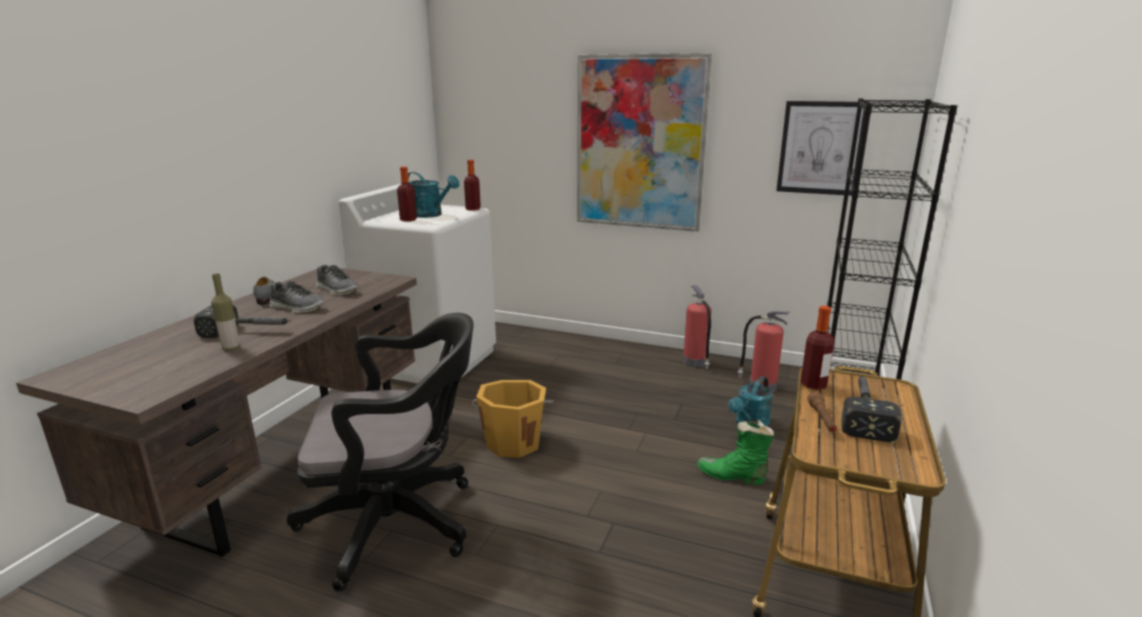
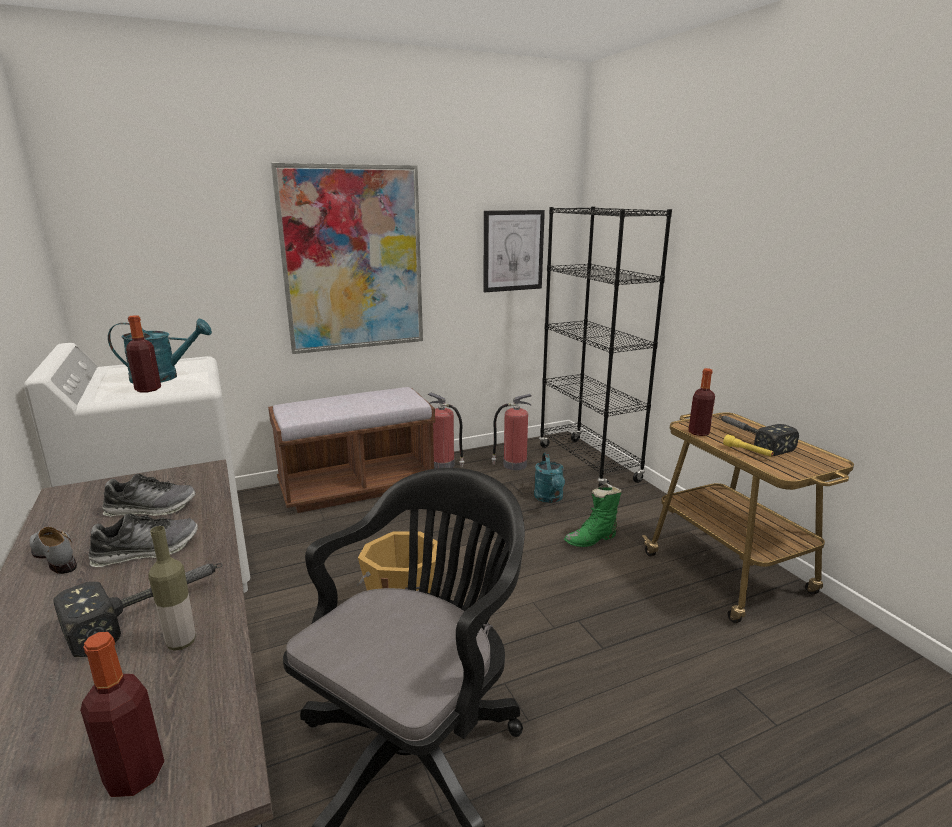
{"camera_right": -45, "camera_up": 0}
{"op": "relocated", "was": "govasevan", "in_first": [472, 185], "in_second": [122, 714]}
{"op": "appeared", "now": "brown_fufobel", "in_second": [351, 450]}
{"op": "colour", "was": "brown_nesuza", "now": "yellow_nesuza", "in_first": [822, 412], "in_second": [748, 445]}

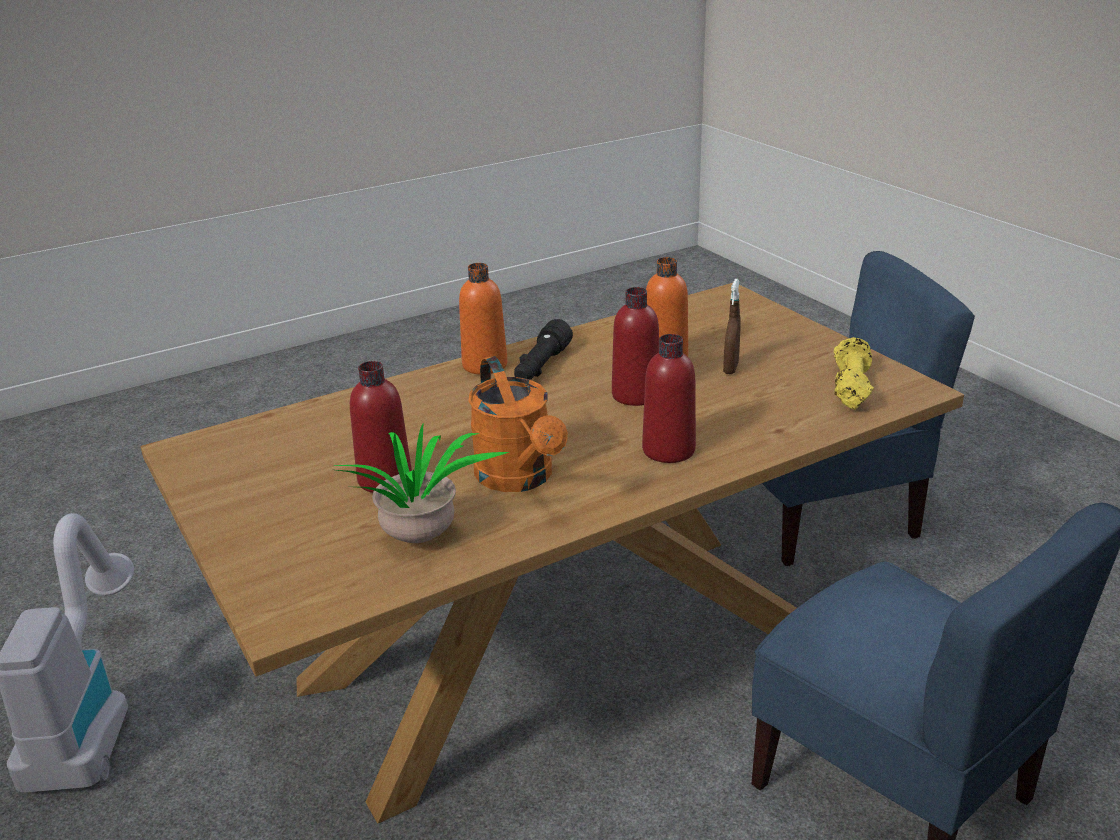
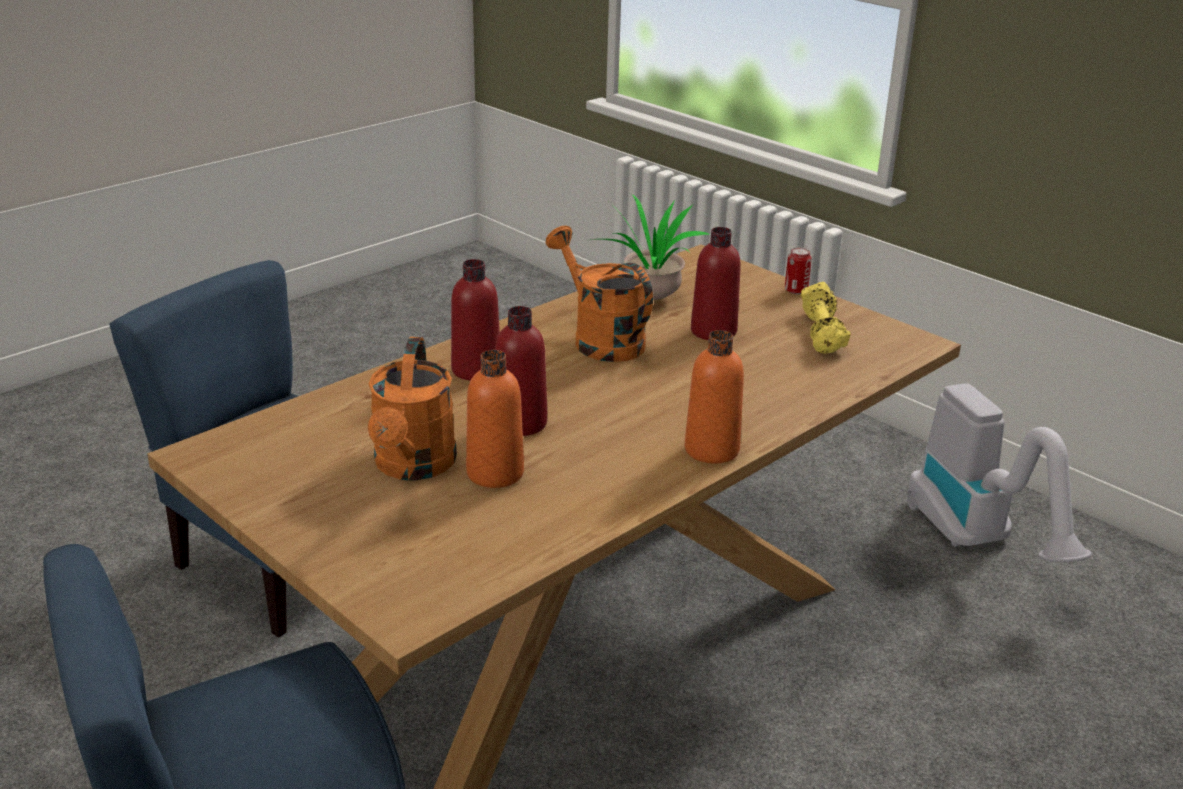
{"camera_right": 165, "camera_up": 0}
{"op": "exchanged", "was": "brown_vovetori", "now": "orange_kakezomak", "in_first": [732, 326], "in_second": [412, 408]}
{"op": "appeared", "now": "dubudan", "in_second": [798, 270]}
{"op": "relocated", "was": "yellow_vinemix", "in_first": [854, 373], "in_second": [826, 318]}
{"op": "missing", "was": "black_nesuza", "in_first": [543, 349]}

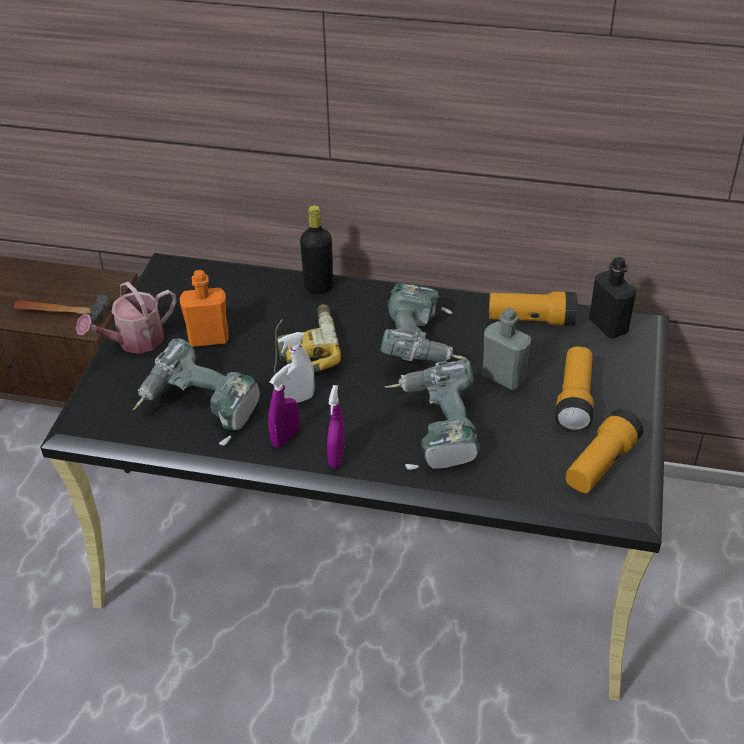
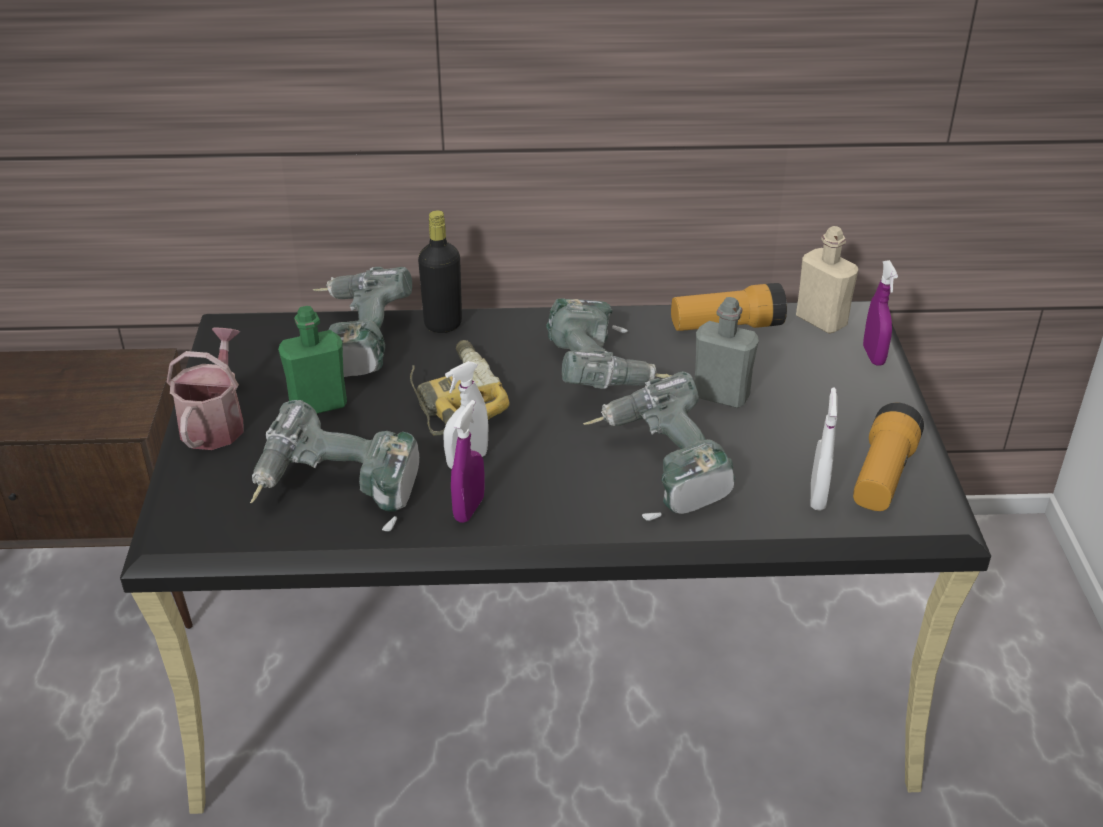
{"camera_right": -15, "camera_up": -5}
{"op": "spun", "was": "kakezomak", "in_first": [126, 318], "in_second": [205, 388], "clockwise": 150}
{"op": "colour", "was": "orange_govasevan", "now": "green_govasevan", "in_first": [204, 308], "in_second": [312, 360]}
{"op": "appeared", "now": "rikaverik", "in_second": [362, 322]}
{"op": "colour", "was": "black_govasevan", "now": "beige_govasevan", "in_first": [612, 297], "in_second": [827, 280]}
{"op": "appeared", "now": "white_vovetori", "in_second": [824, 449]}
{"op": "relocated", "was": "purple_vovetori", "in_first": [336, 426], "in_second": [880, 312]}
{"op": "missing", "was": "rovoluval", "in_first": [62, 309]}
{"op": "missing", "was": "nesuza", "in_first": [574, 389]}

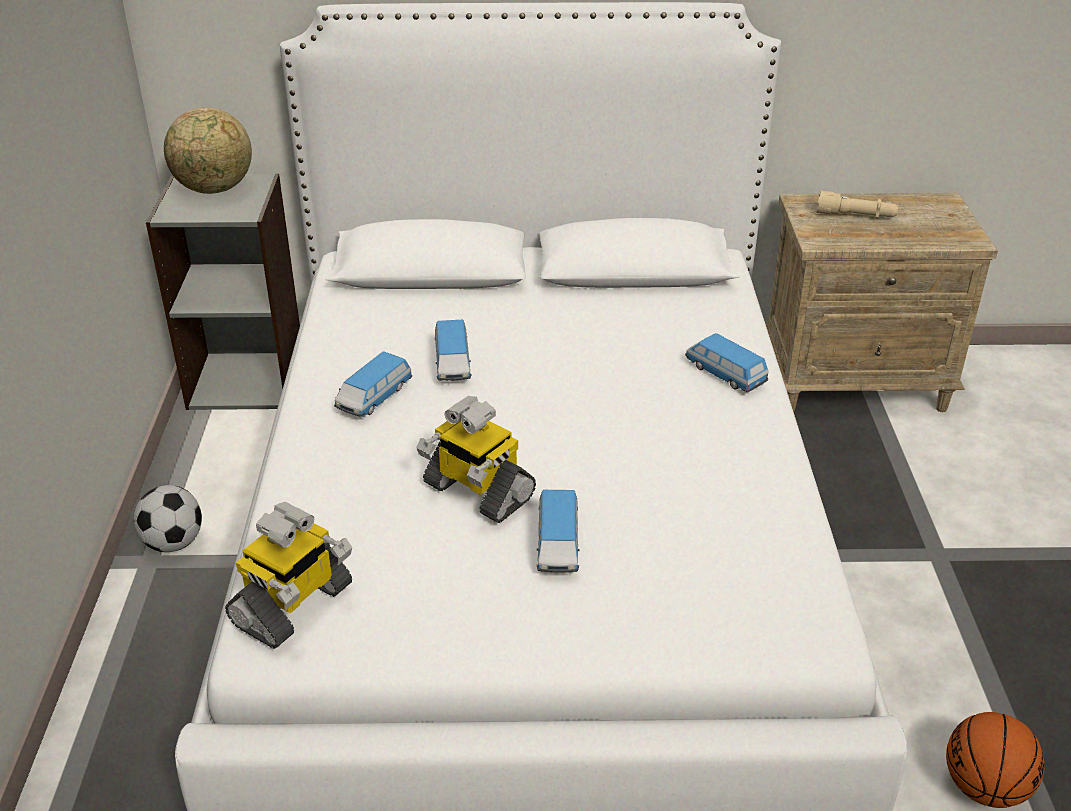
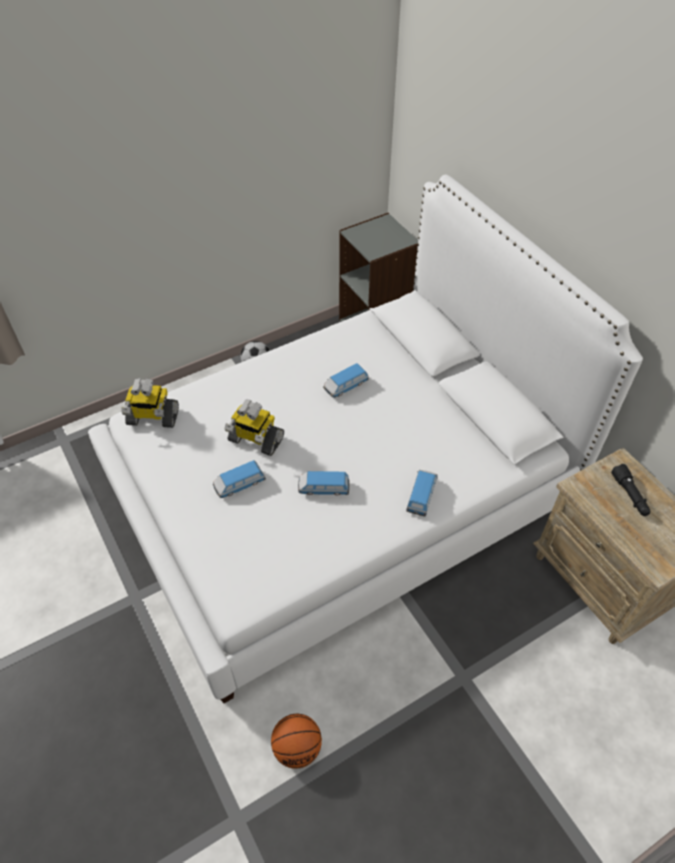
{"camera_right": 60, "camera_up": 15}
{"op": "spun", "was": "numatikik", "in_first": [476, 459], "in_second": [254, 428], "clockwise": -75}
{"op": "relocated", "was": "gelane", "in_first": [373, 384], "in_second": [323, 483]}
{"op": "colour", "was": "beige_nesuza", "now": "black_nesuza", "in_first": [857, 204], "in_second": [630, 490]}
{"op": "missing", "was": "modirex", "in_first": [208, 150]}

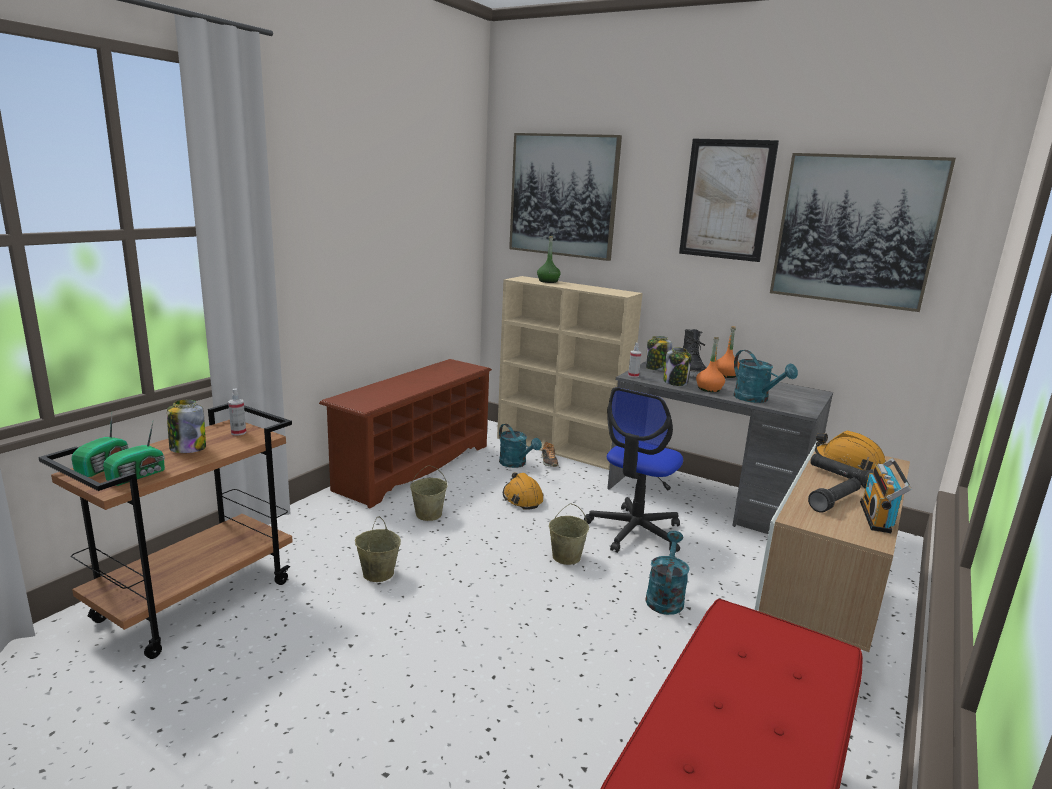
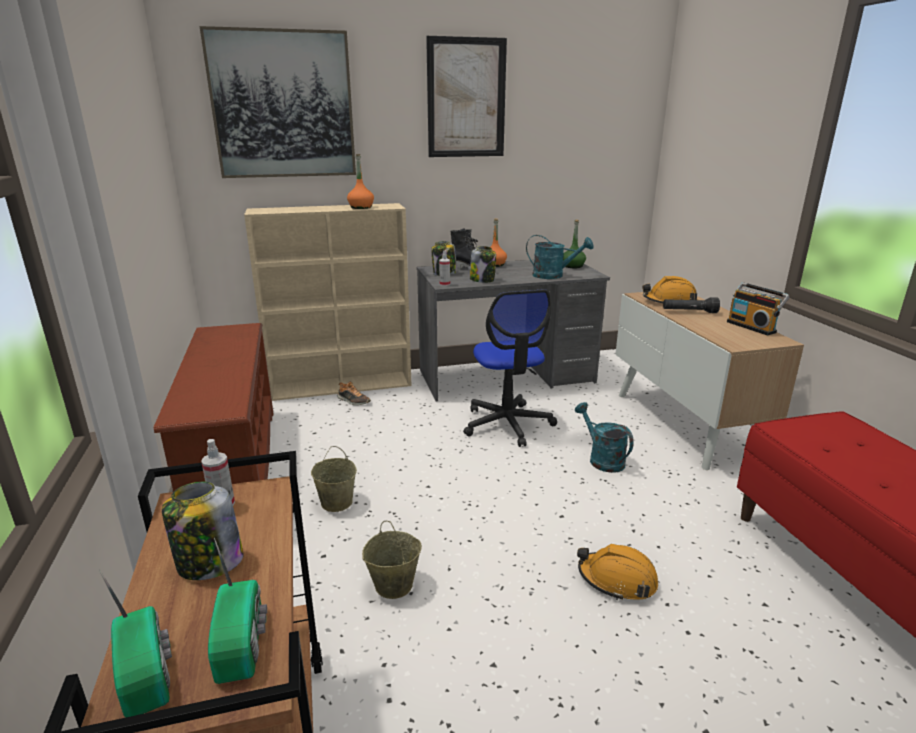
{"camera_right": -45, "camera_up": 5}
{"op": "relocated", "was": "orange_govasevan", "in_first": [710, 364], "in_second": [360, 181]}
{"op": "relocated", "was": "green_govasevan", "in_first": [549, 259], "in_second": [574, 244]}
{"op": "relocated", "was": "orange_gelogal", "in_first": [523, 491], "in_second": [617, 572]}
{"op": "missing", "was": "turquoise_kakezomak", "in_first": [520, 446]}
{"op": "missing", "was": "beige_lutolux", "in_first": [569, 534]}
{"op": "missing", "was": "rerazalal", "in_first": [863, 232]}
{"op": "missing", "was": "black_nesuza", "in_first": [834, 495]}

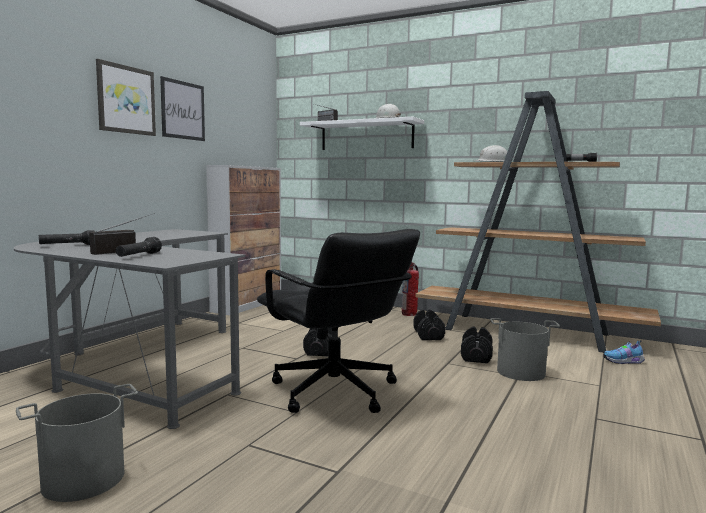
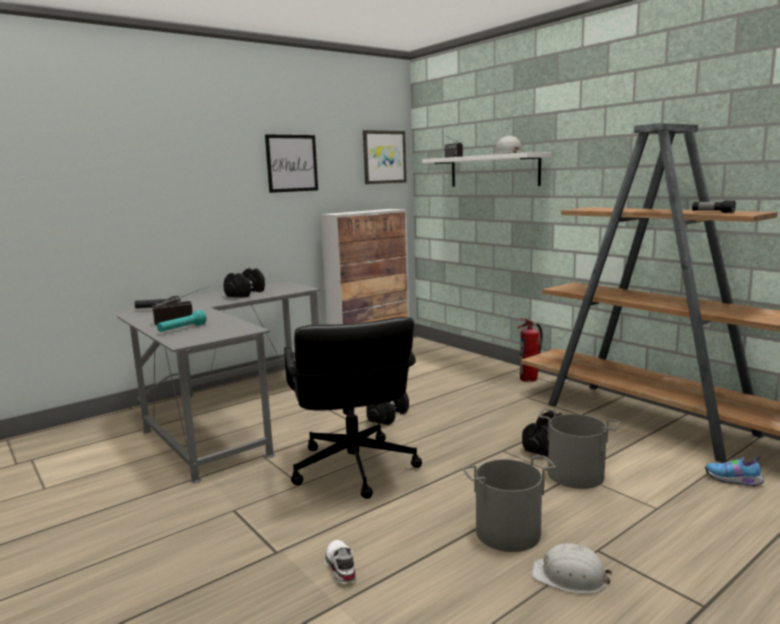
{"camera_right": 25, "camera_up": 5}
{"op": "colour", "was": "black_nesuza", "now": "turquoise_nesuza", "in_first": [139, 247], "in_second": [182, 321]}
{"op": "relocated", "was": "black_vinemix", "in_first": [429, 325], "in_second": [244, 283]}
{"op": "appeared", "now": "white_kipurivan", "in_second": [340, 561]}
{"op": "relocated", "was": "rerazalal", "in_first": [126, 97], "in_second": [384, 157]}
{"op": "relocated", "was": "grey_lutolux", "in_first": [77, 443], "in_second": [509, 503]}
{"op": "relocated", "was": "white_gelogal", "in_first": [491, 153], "in_second": [572, 568]}

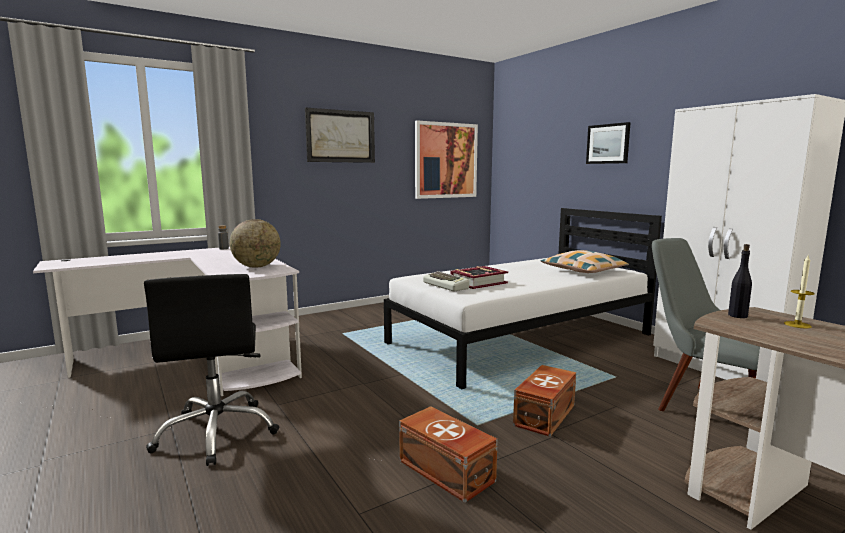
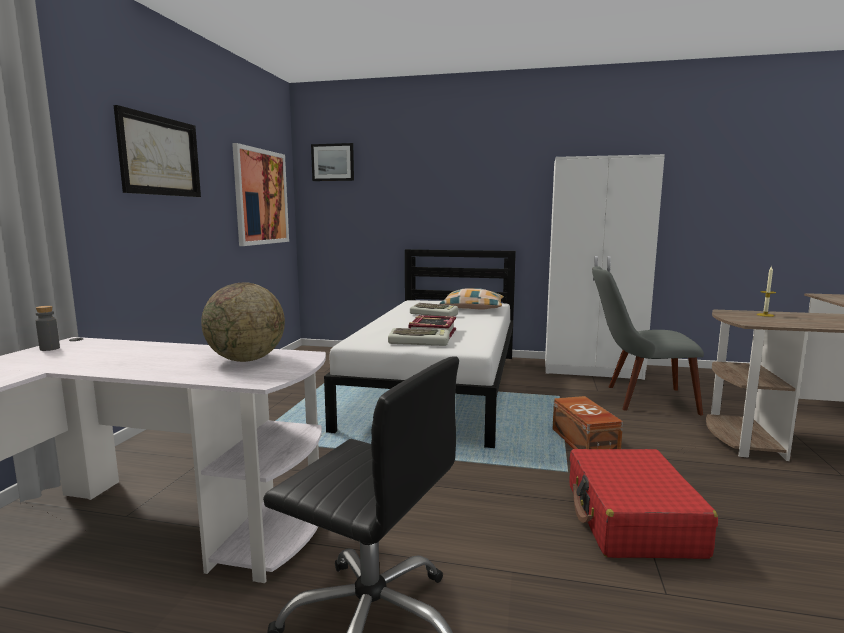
{"camera_right": -45, "camera_up": 0}
{"op": "relocated", "was": "rerazalal", "in_first": [608, 143], "in_second": [332, 162]}
{"op": "appeared", "now": "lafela", "in_second": [434, 310]}
{"op": "exchanged", "was": "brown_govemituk", "now": "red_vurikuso", "in_first": [448, 454], "in_second": [643, 504]}
{"op": "missing", "was": "black_govasevan", "in_first": [740, 281]}

